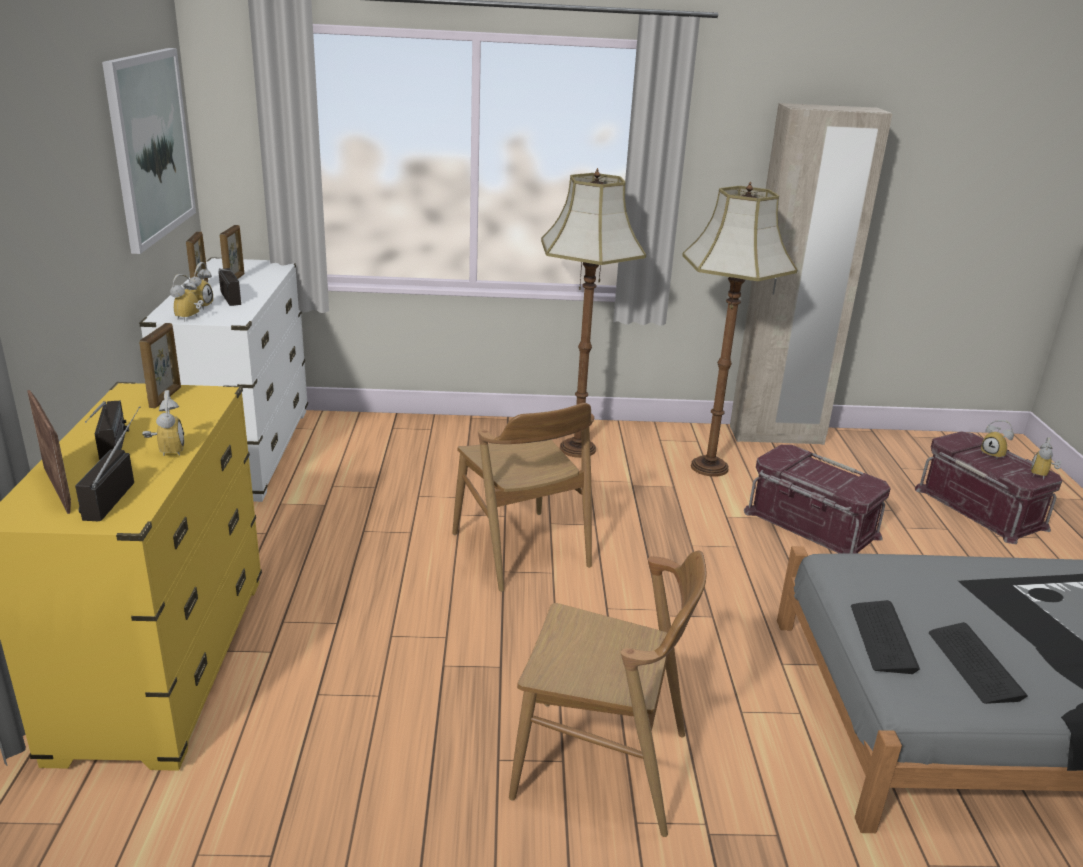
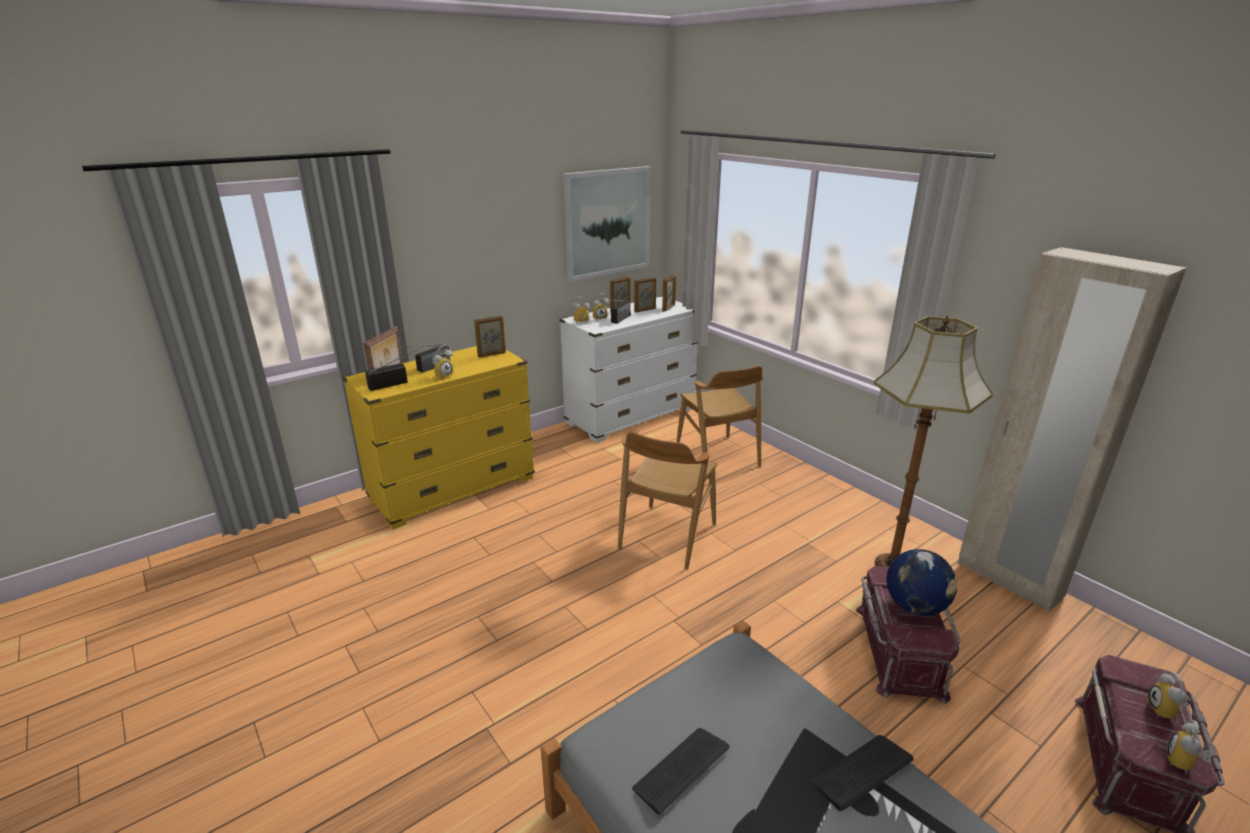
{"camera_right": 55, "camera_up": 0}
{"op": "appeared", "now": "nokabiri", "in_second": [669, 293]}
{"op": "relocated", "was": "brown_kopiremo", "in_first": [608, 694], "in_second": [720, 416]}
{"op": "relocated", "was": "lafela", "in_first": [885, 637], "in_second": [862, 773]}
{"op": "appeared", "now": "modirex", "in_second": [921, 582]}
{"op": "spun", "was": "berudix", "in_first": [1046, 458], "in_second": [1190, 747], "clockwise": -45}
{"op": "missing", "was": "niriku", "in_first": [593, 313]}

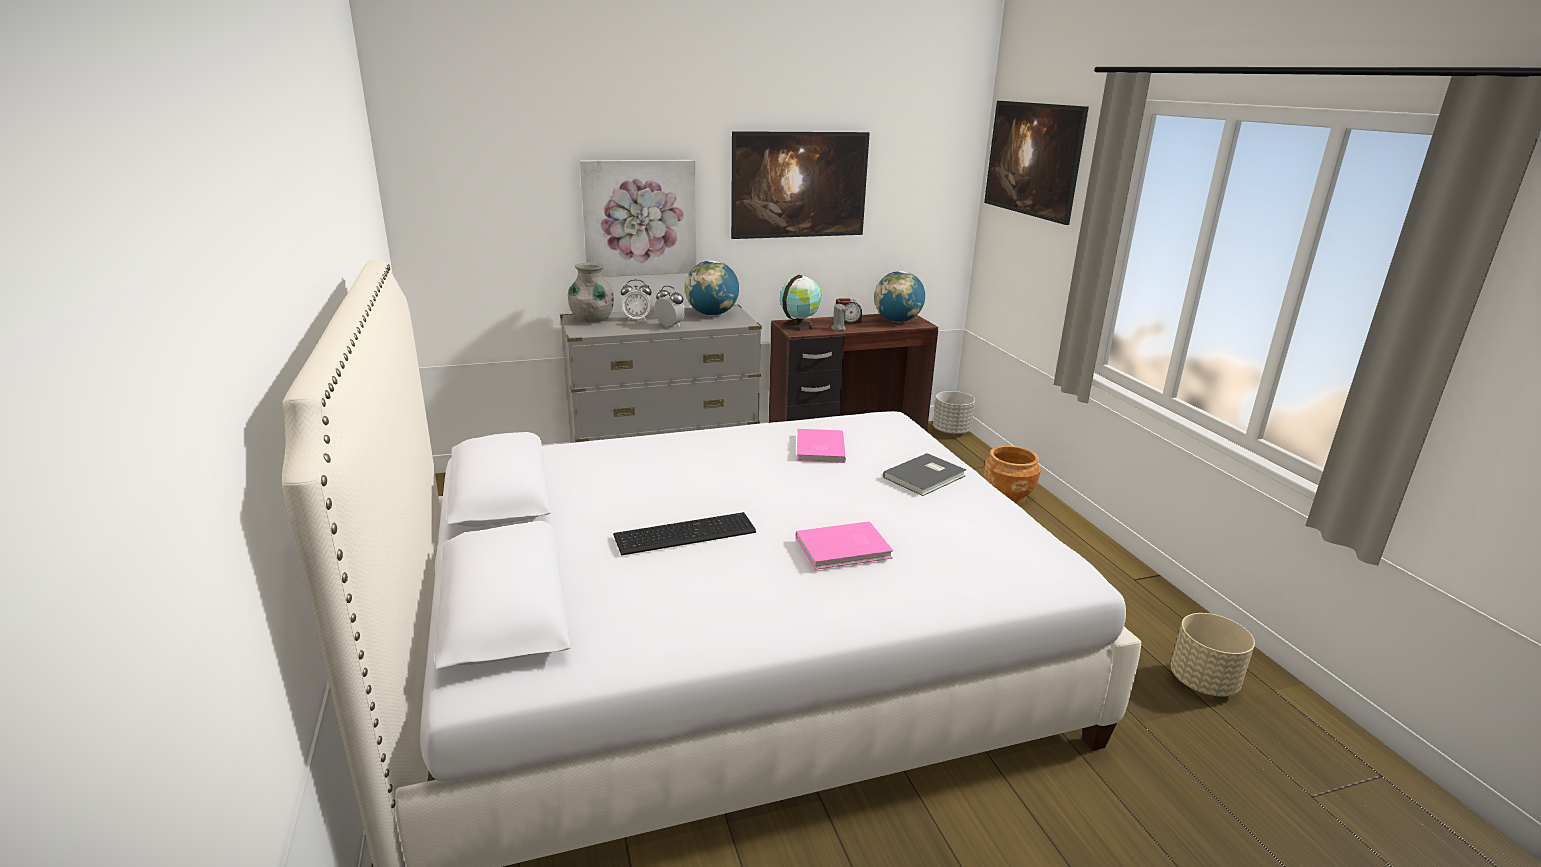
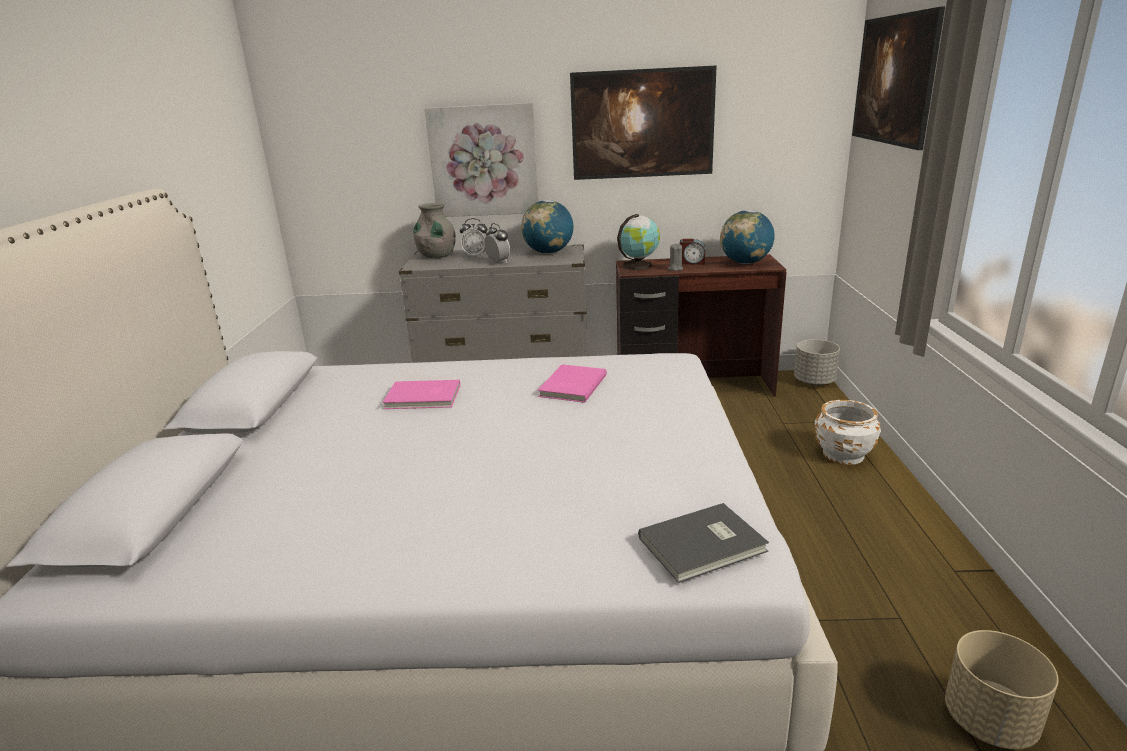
{"camera_right": 20, "camera_up": 0}
{"op": "relocated", "was": "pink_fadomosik", "in_first": [844, 545], "in_second": [421, 394]}
{"op": "relocated", "was": "grey_fadomosik", "in_first": [924, 474], "in_second": [703, 543]}
{"op": "colour", "was": "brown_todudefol", "now": "white_todudefol", "in_first": [1012, 475], "in_second": [848, 432]}
{"op": "missing", "was": "lafela", "in_first": [684, 533]}

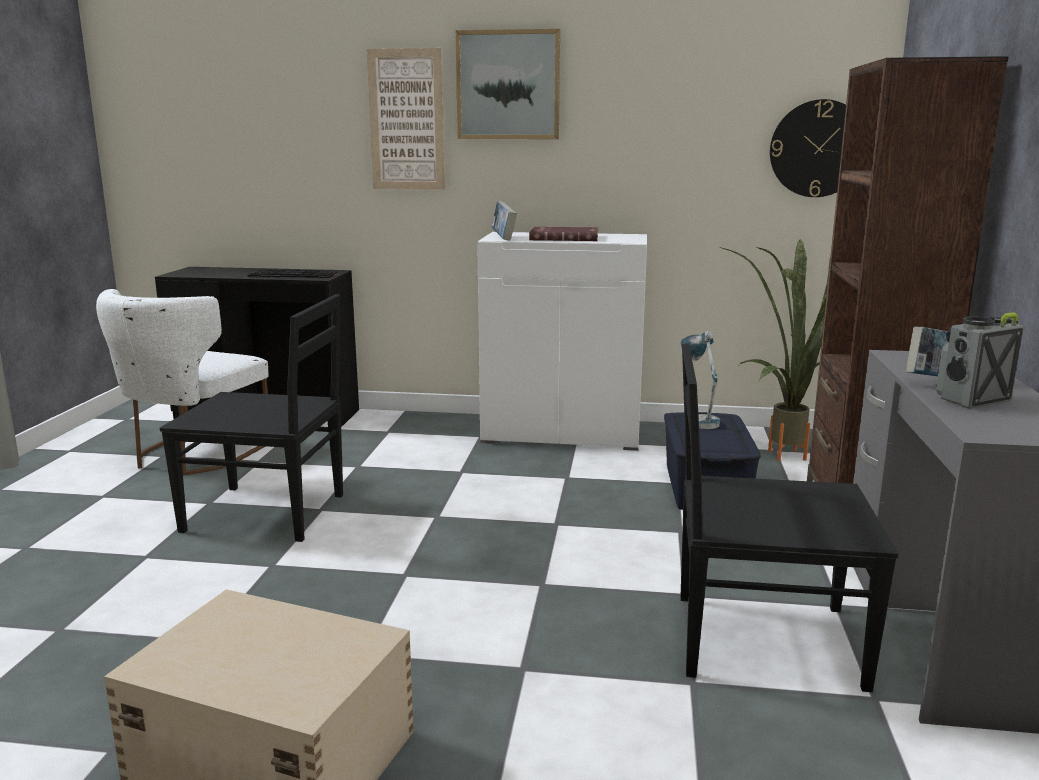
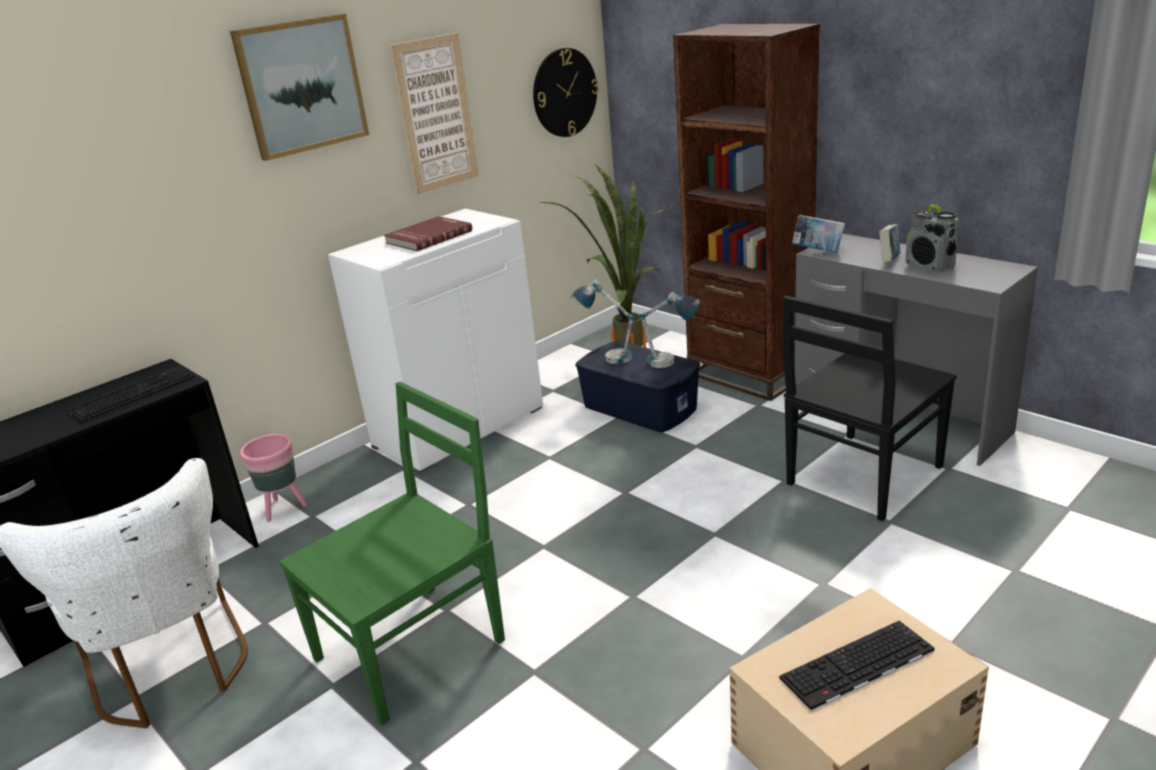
{"camera_right": -50, "camera_up": 10}
{"op": "appeared", "now": "pink_todudefol", "in_second": [273, 478]}
{"op": "colour", "was": "black_kopiremo", "now": "green_kopiremo", "in_first": [251, 418], "in_second": [392, 553]}
{"op": "relocated", "was": "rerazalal", "in_first": [406, 119], "in_second": [434, 114]}
{"op": "appeared", "now": "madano", "in_second": [670, 330]}
{"op": "appeared", "now": "lafela", "in_second": [857, 666]}
{"op": "relocated", "was": "fadomosik", "in_first": [504, 220], "in_second": [818, 234]}
{"op": "spun", "was": "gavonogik", "in_first": [980, 360], "in_second": [932, 238], "clockwise": -45}

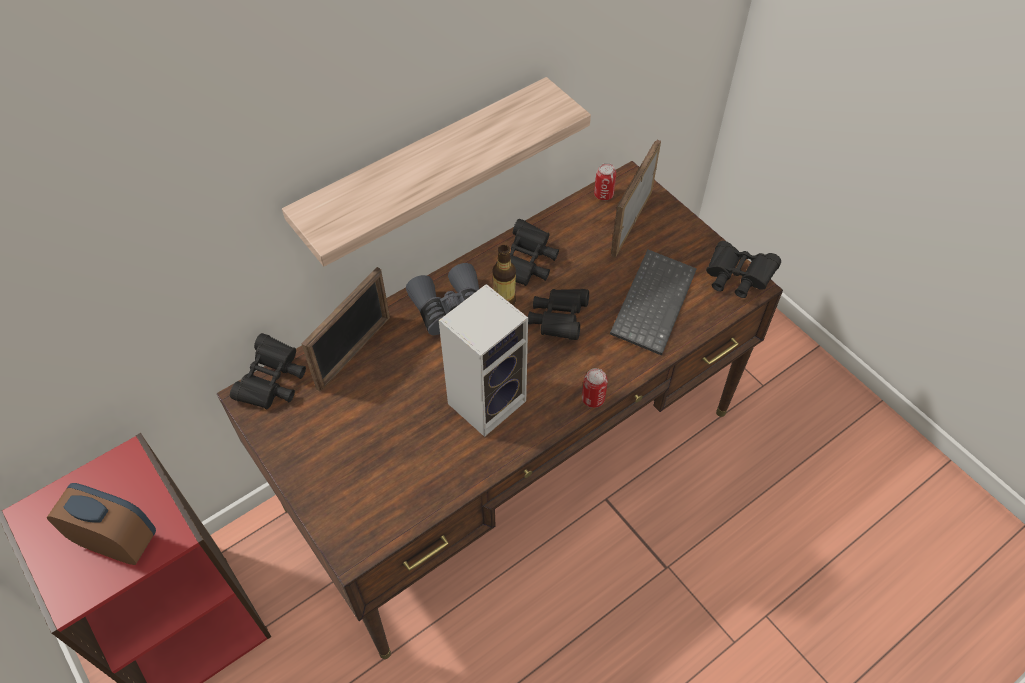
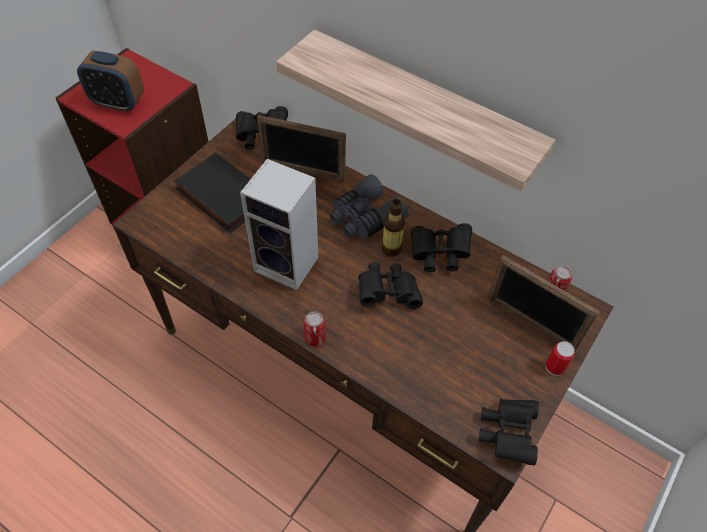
{"camera_right": 70, "camera_up": 0}
{"op": "spun", "was": "berudix", "in_first": [101, 524], "in_second": [110, 81], "clockwise": 105}
{"op": "appeared", "now": "black_fadomosik", "in_second": [212, 192]}
{"op": "spun", "was": "nokabiri", "in_first": [636, 199], "in_second": [543, 303], "clockwise": -150}
{"op": "appeared", "now": "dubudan", "in_second": [560, 358]}
{"op": "missing", "was": "lafela", "in_first": [653, 302]}

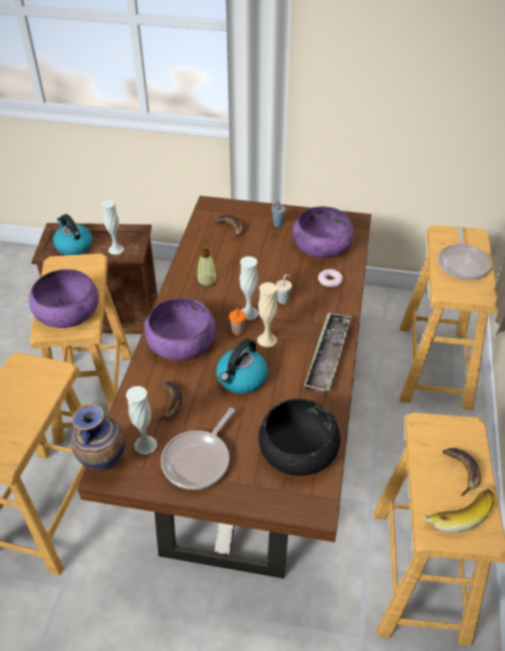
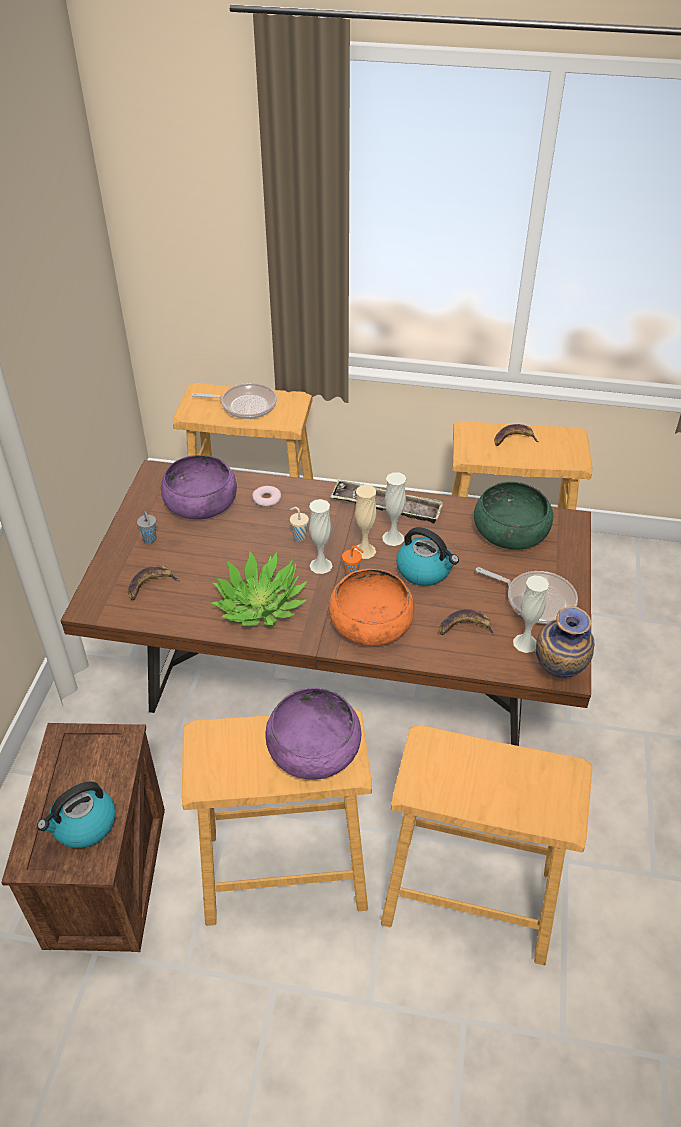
{"camera_right": -90, "camera_up": 0}
{"op": "exchanged", "was": "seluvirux", "now": "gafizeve", "in_first": [207, 263], "in_second": [259, 588]}
{"op": "colour", "was": "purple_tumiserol", "now": "orange_tumiserol", "in_first": [180, 329], "in_second": [372, 607]}
{"op": "relocated", "was": "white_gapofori", "in_first": [112, 227], "in_second": [394, 509]}
{"op": "colour", "was": "black_tumiserol", "now": "green_tumiserol", "in_first": [299, 437], "in_second": [514, 516]}
{"op": "missing", "was": "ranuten", "in_first": [458, 511]}

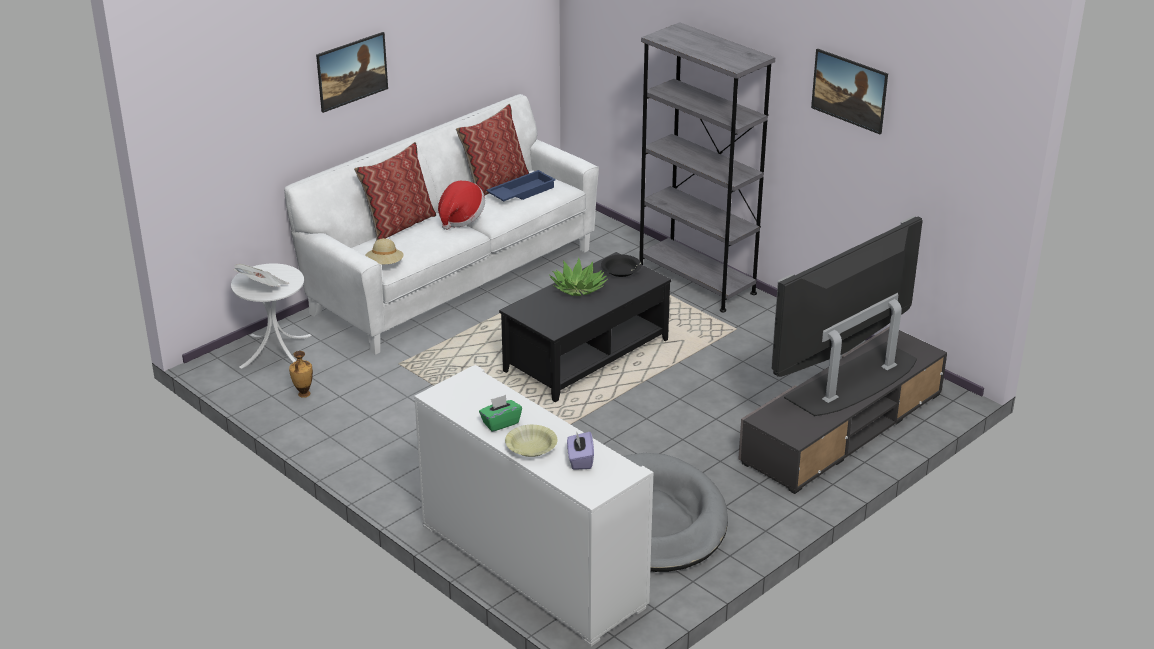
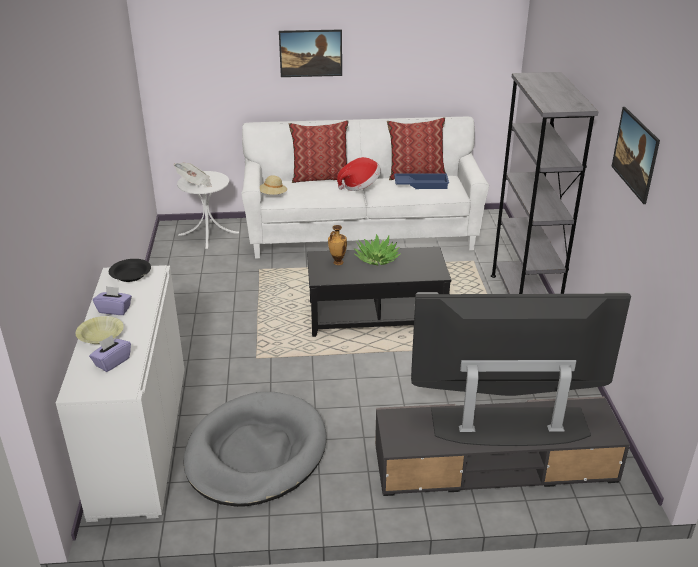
{"camera_right": 40, "camera_up": 0}
{"op": "colour", "was": "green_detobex", "now": "purple_detobex", "in_first": [500, 413], "in_second": [112, 300]}
{"op": "relocated", "was": "black_tumiserol", "in_first": [621, 265], "in_second": [130, 270]}
{"op": "relocated", "was": "gapofori", "in_first": [301, 374], "in_second": [337, 245]}

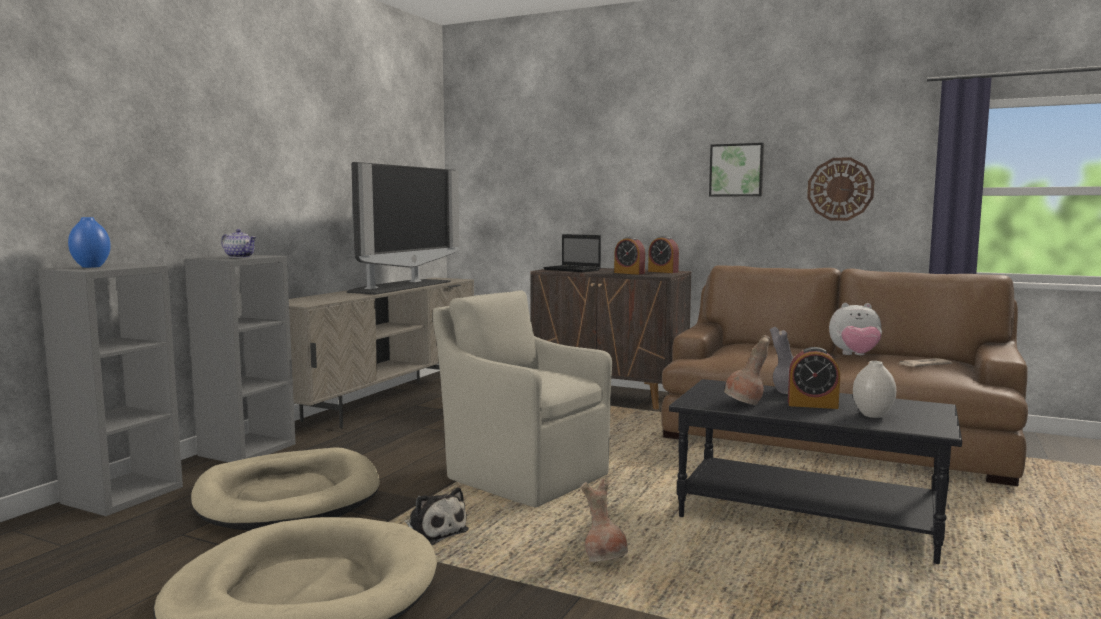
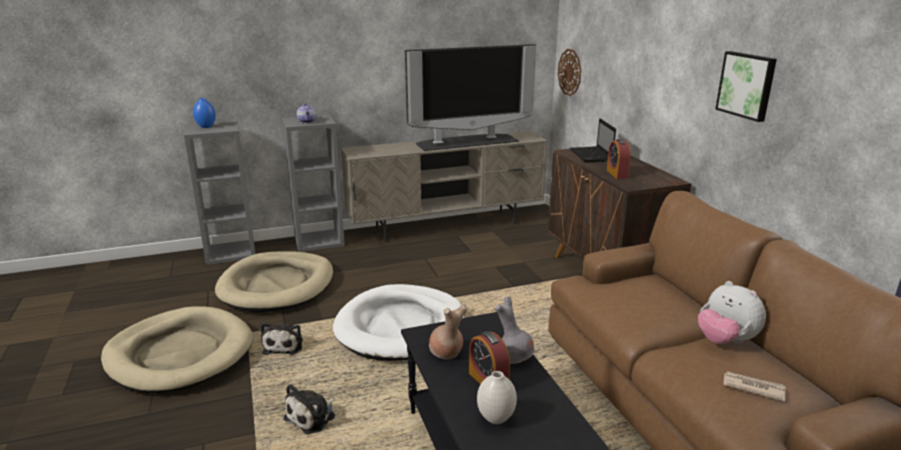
{"camera_right": 45, "camera_up": 15}
{"op": "exchanged", "was": "brown_gapofori", "now": "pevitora", "in_first": [604, 520], "in_second": [309, 409]}
{"op": "exchanged", "was": "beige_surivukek", "now": "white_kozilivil", "in_first": [522, 398], "in_second": [398, 322]}
{"op": "relocated", "was": "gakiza", "in_first": [841, 189], "in_second": [569, 72]}
{"op": "missing", "was": "berudix", "in_first": [663, 254]}

